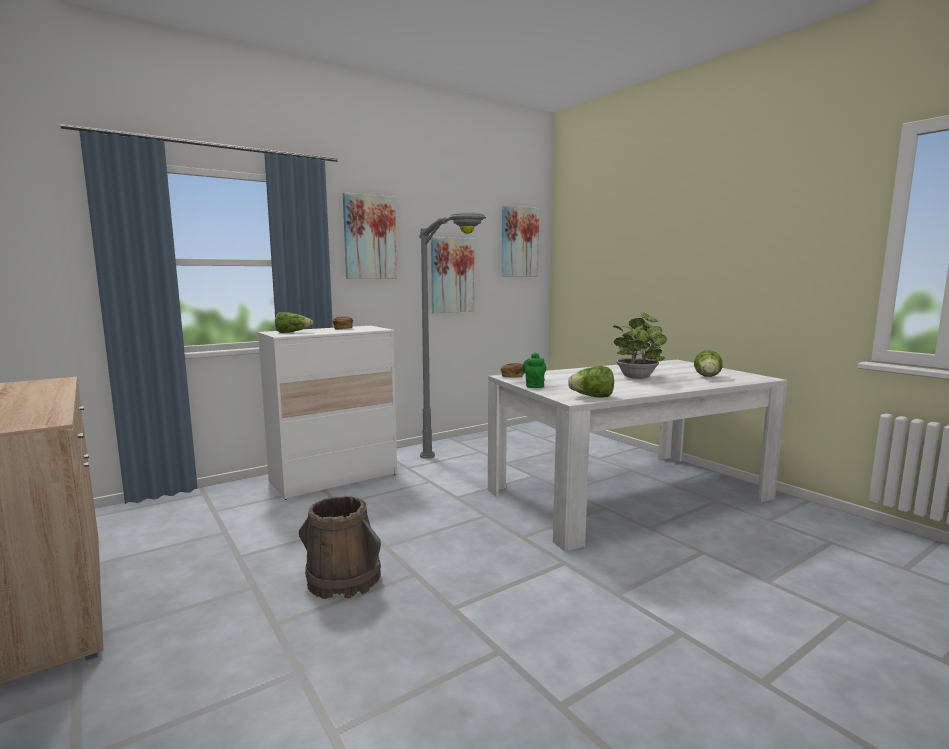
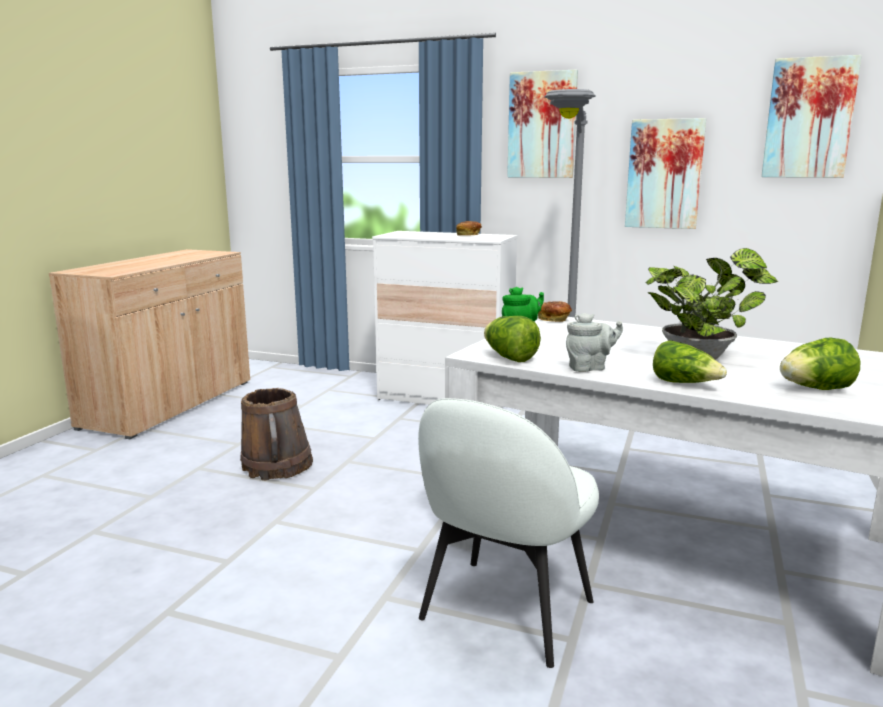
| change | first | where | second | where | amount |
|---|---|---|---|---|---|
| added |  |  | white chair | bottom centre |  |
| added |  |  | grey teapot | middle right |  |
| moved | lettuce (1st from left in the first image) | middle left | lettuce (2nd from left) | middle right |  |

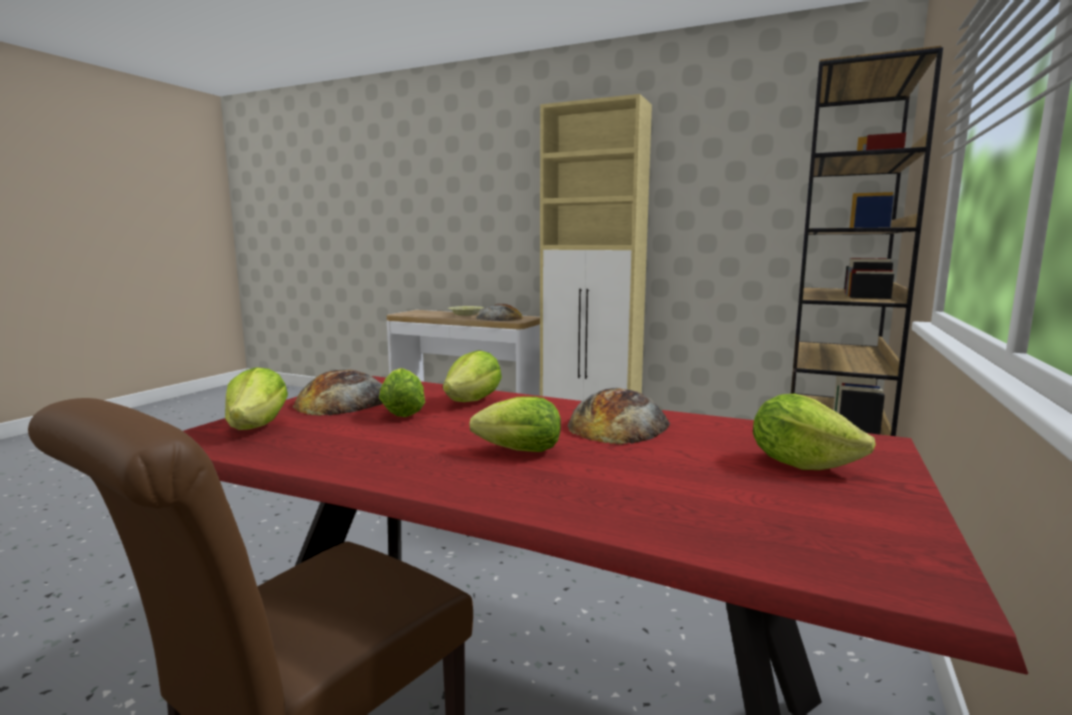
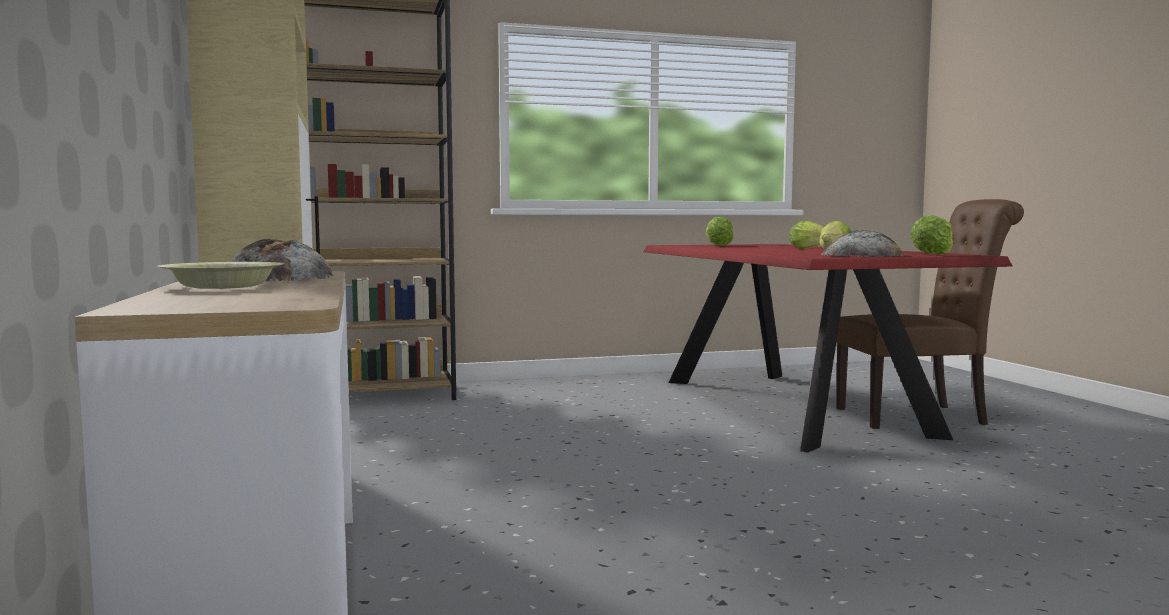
| change | first | where | second | where | amount |
|---|---|---|---|---|---|
| removed | lettuce (3rd from left) | centre |  |  |  |
| removed | bread (3rd from left) | centre |  |  |  |

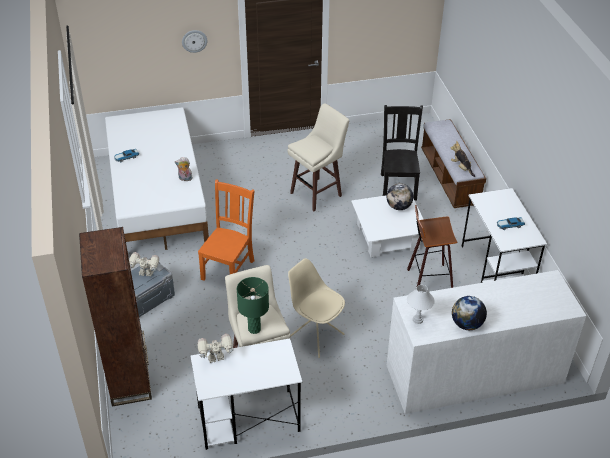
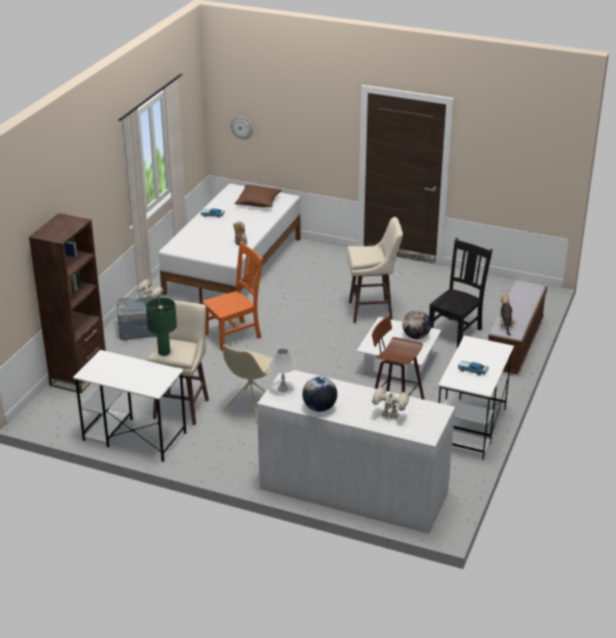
| change | first | where | second | where | amount |
|---|---|---|---|---|---|
| added |  |  | brown pillow | top centre |  |
| moved | wall clock | top left |  | top centre |  |
| moved | toy robot (2nd from left) | bottom centre |  | centre |  |
| turned | beige chair | bottom centre |  | centre | 135 degrees counterclockwise |

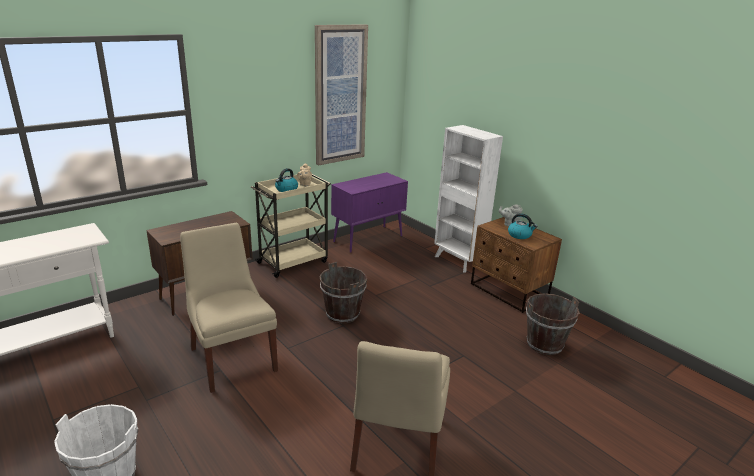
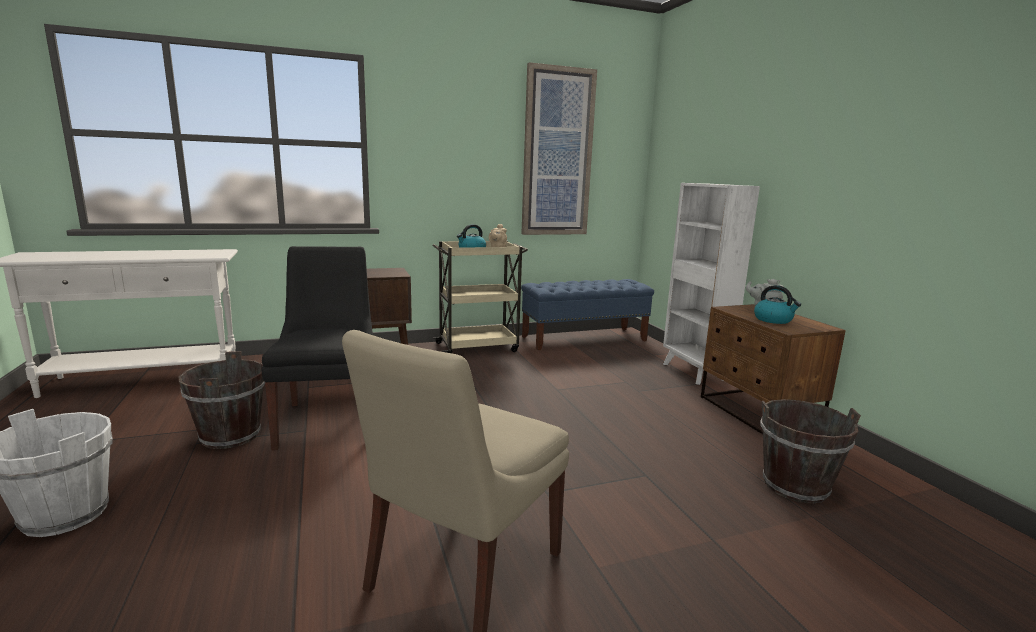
| change | first | where | second | where | amount |
|---|---|---|---|---|---|
| moved | brown bucket (1st from left) | centre |  | middle left |  |
| replaced | purple cabinet | centre | blue bench | centre |  |
| recoloured | beige chair (1st from left) | middle left | black chair | middle left |  |

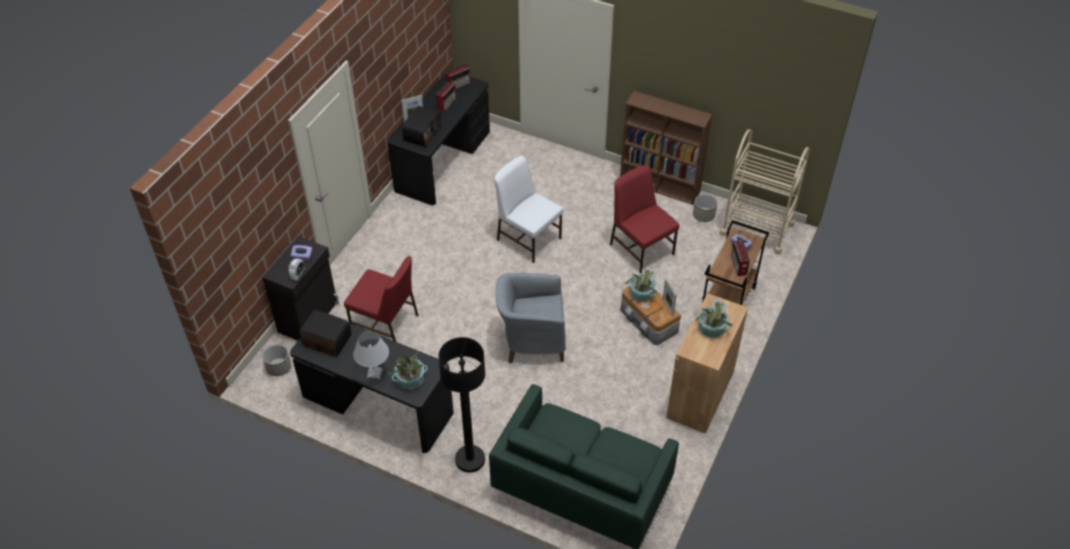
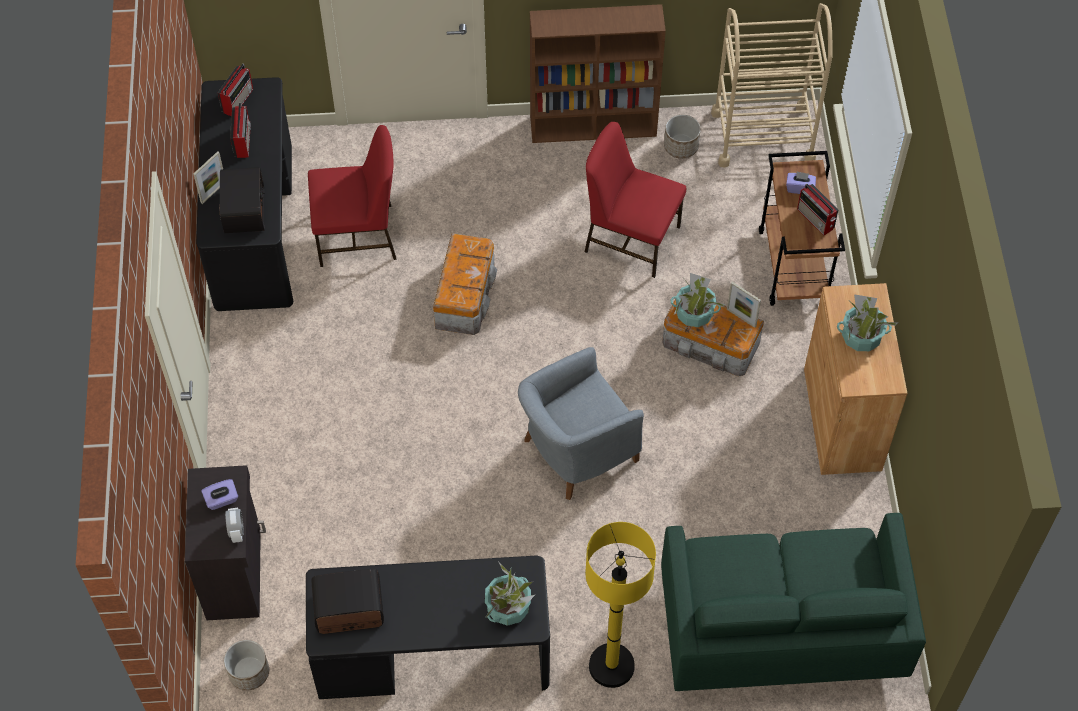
| change | first | where | second | where | amount |
|---|---|---|---|---|---|
| removed | white table lamp | centre |  |  |  |
| moved | red chair (1st from left) | centre |  | top left |  |
| replaced | white chair | centre | storage box (1st from left) | centre |  |
| recoloured | black floor lamp | bottom centre | yellow floor lamp | bottom centre |  |

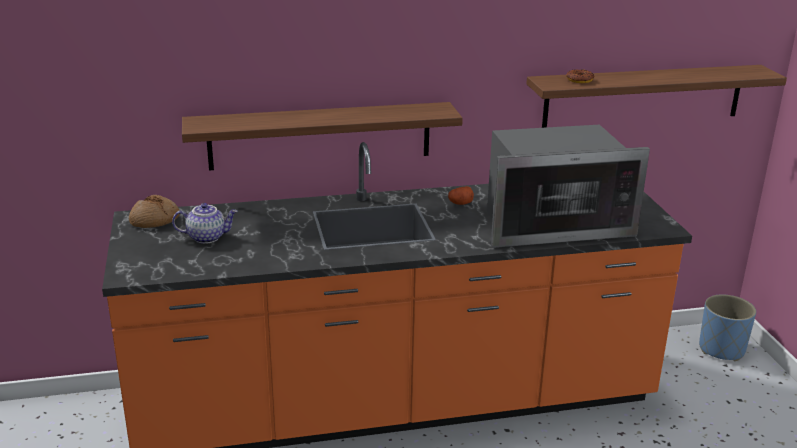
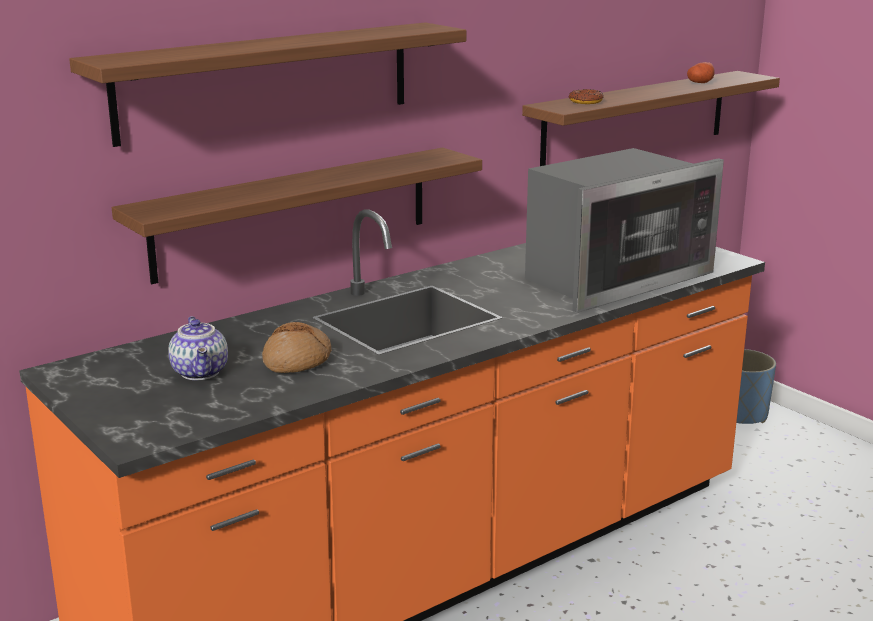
| change | first | where | second | where | amount |
|---|---|---|---|---|---|
| added |  |  | shelf (1st from left) | top left |  |
| moved | bread | middle left |  | centre |  |
| moved | potato | centre |  | top right |  |
| turned | teapot | middle left |  | middle left | 105 degrees clockwise |

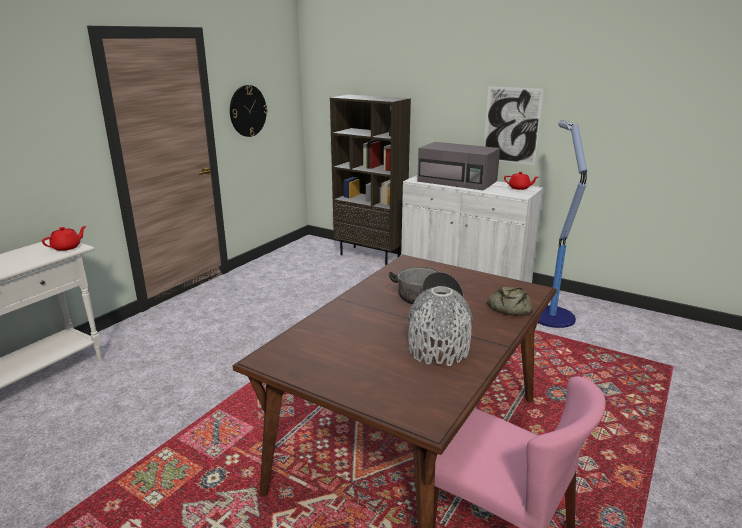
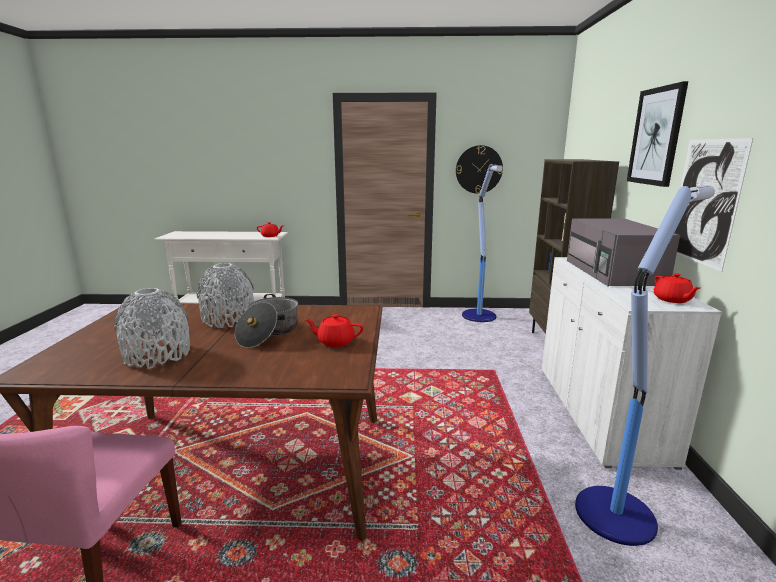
| change | first | where | second | where | amount |
|---|---|---|---|---|---|
| removed | bread | middle right |  |  |  |
| added |  |  | grey vase (2nd from left) | middle left |  |
| added |  |  | red teapot (2nd from left) | centre |  |
| added |  |  | floor lamp (1st from left) | centre |  |
| added |  |  | picture (1st from left) | top right |  |

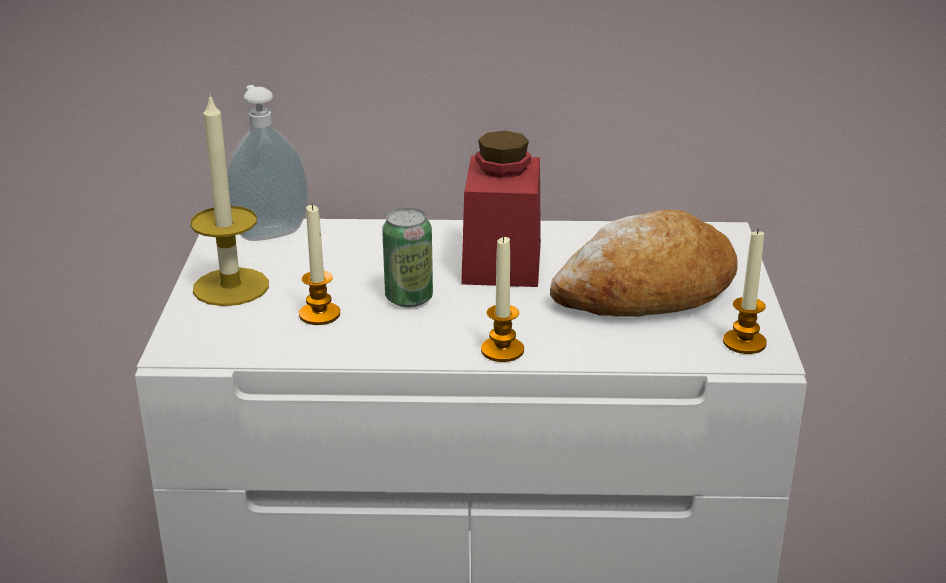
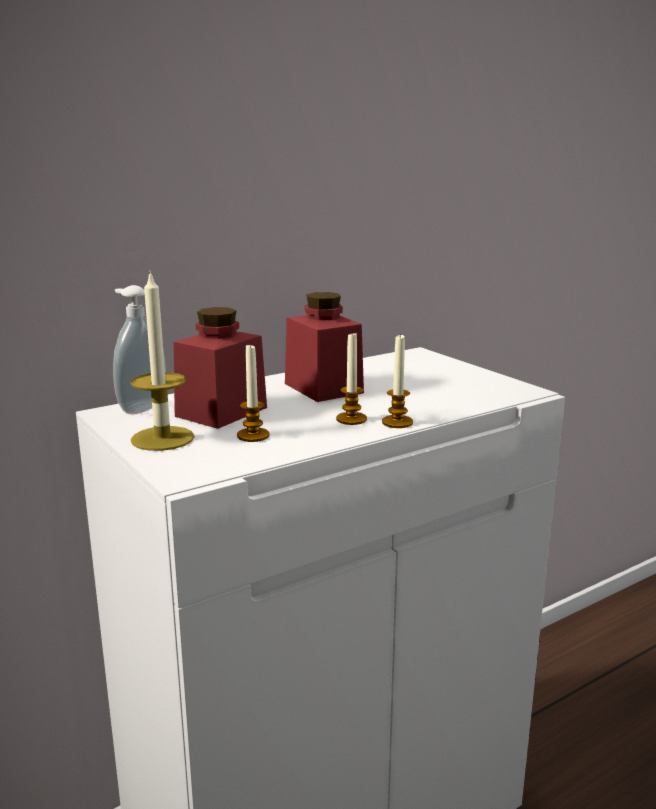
| change | first | where | second | where | amount |
|---|---|---|---|---|---|
| removed | can | centre |  |  |  |
| removed | bread | middle right |  |  |  |
| added |  |  | red jar (1st from left) | centre |  |
| moved | candle (4th from left in the first image) | middle right | candle (3rd from left) | centre |  |

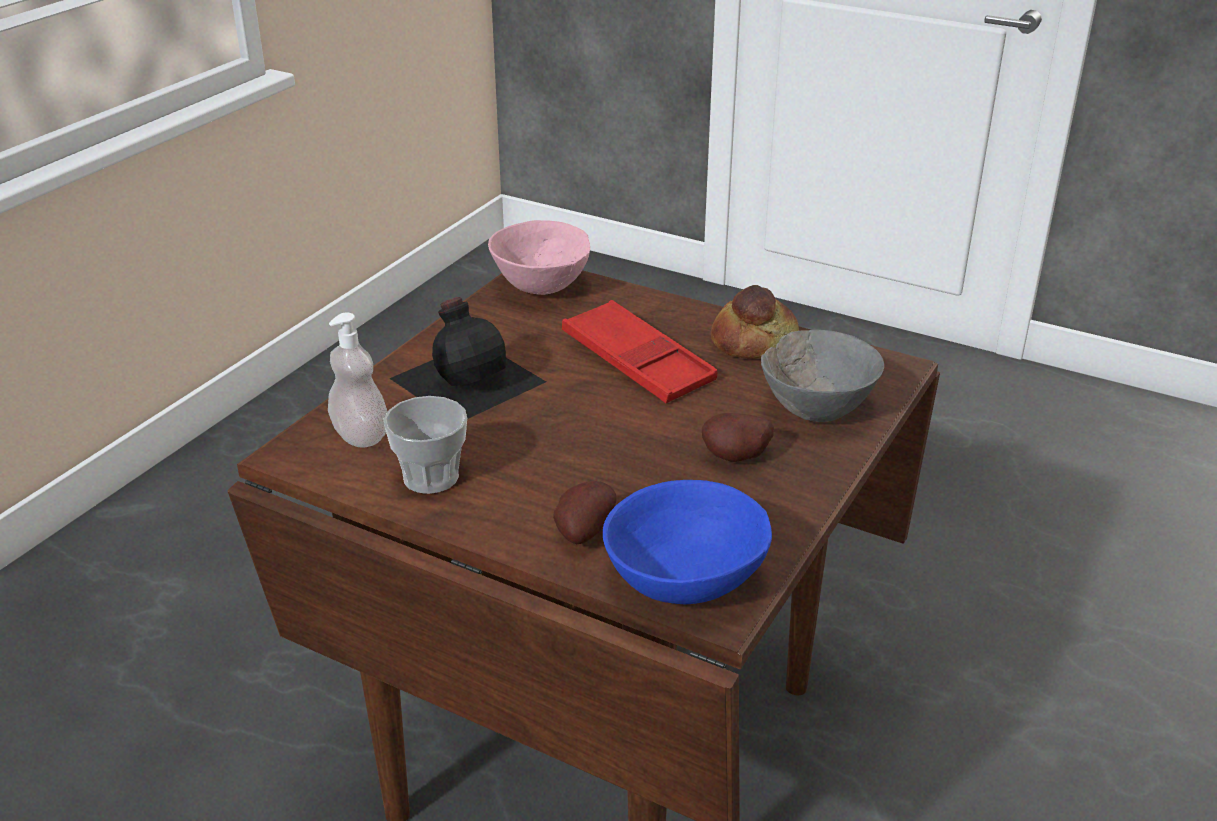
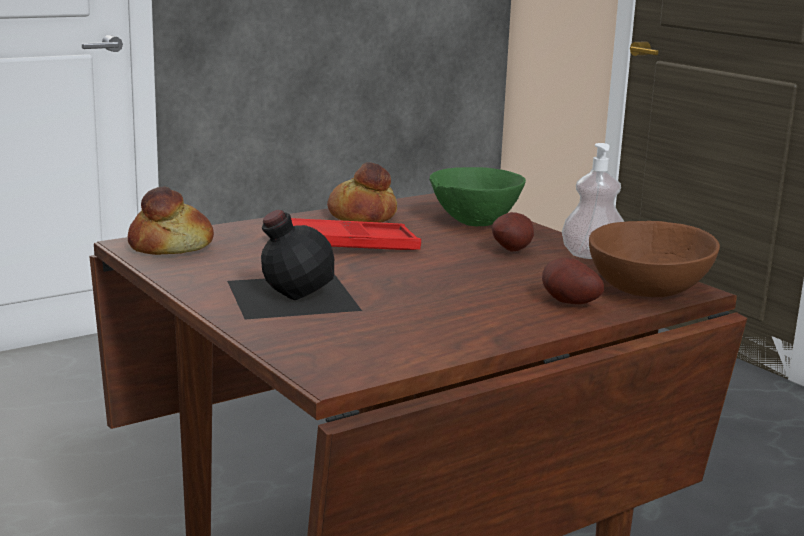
| change | first | where | second | where | amount |
|---|---|---|---|---|---|
| removed | cup | centre |  |  |  |
| moved | soap dispenser | middle left |  | middle right |  |
| replaced | pink bowl | top centre | bread (1st from left) | middle left |  |
| recoloured | blue bowl | centre | brown bowl | middle right |  |
| recoloured | grey bowl | middle right | green bowl | centre |  |

